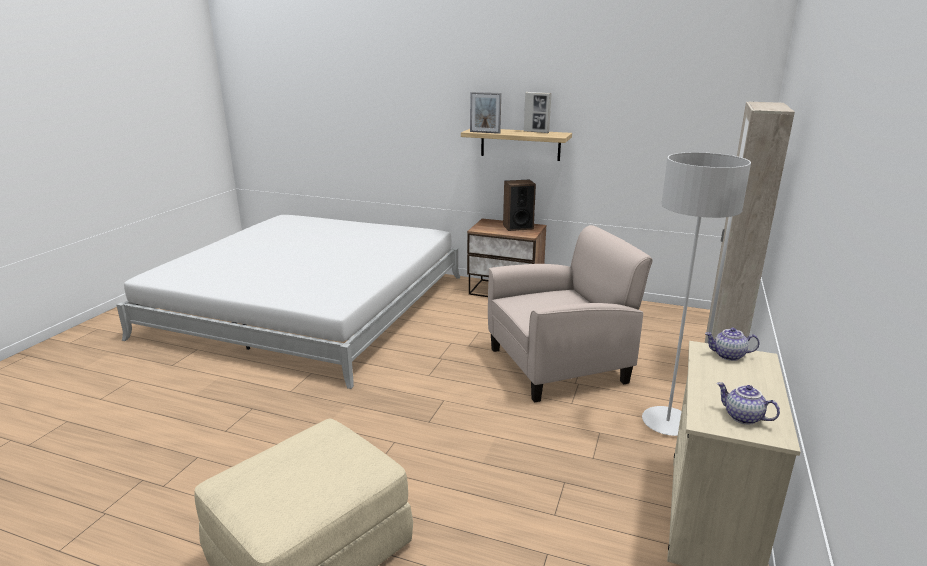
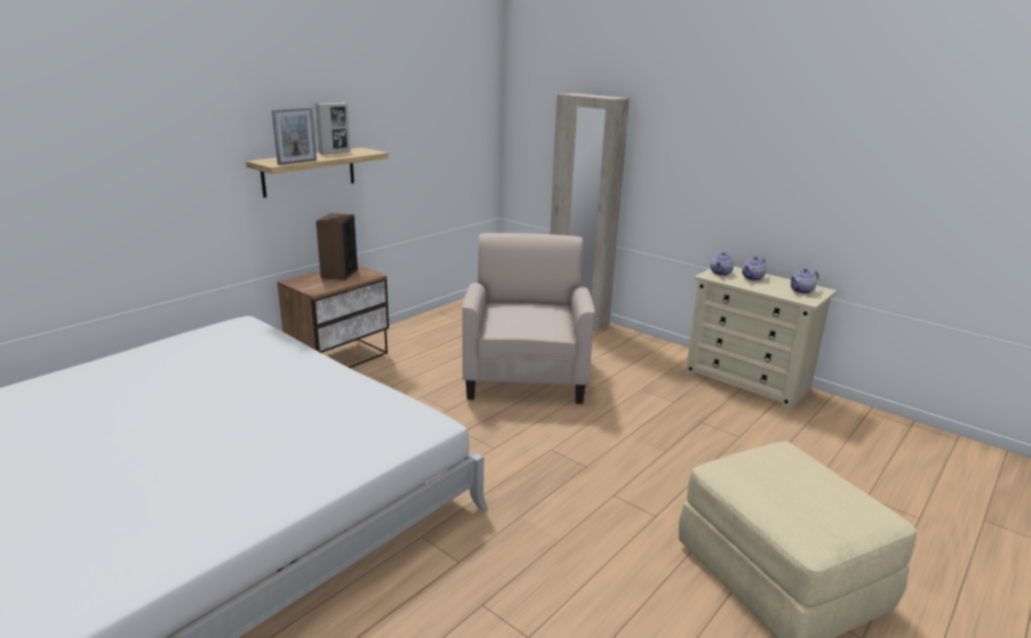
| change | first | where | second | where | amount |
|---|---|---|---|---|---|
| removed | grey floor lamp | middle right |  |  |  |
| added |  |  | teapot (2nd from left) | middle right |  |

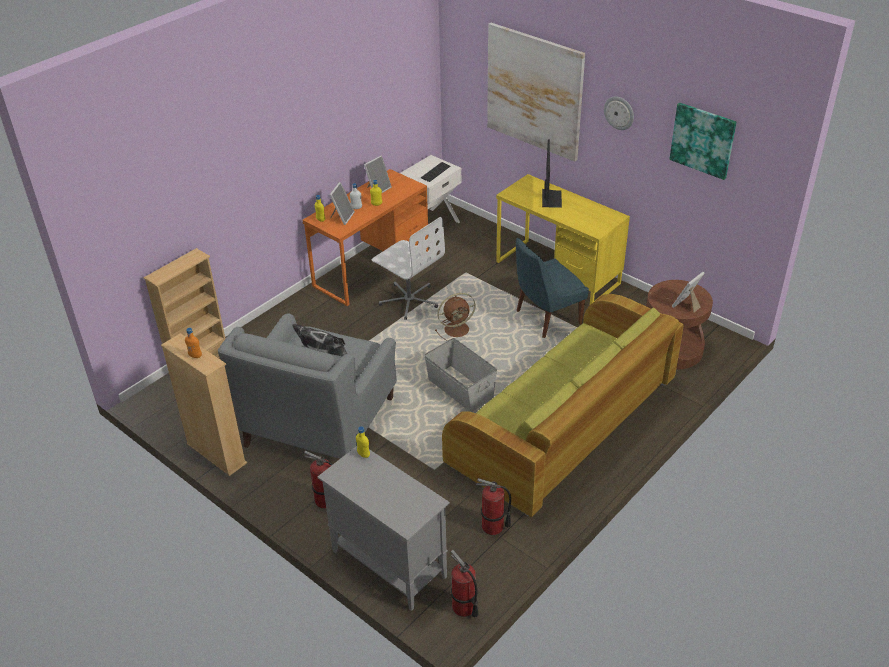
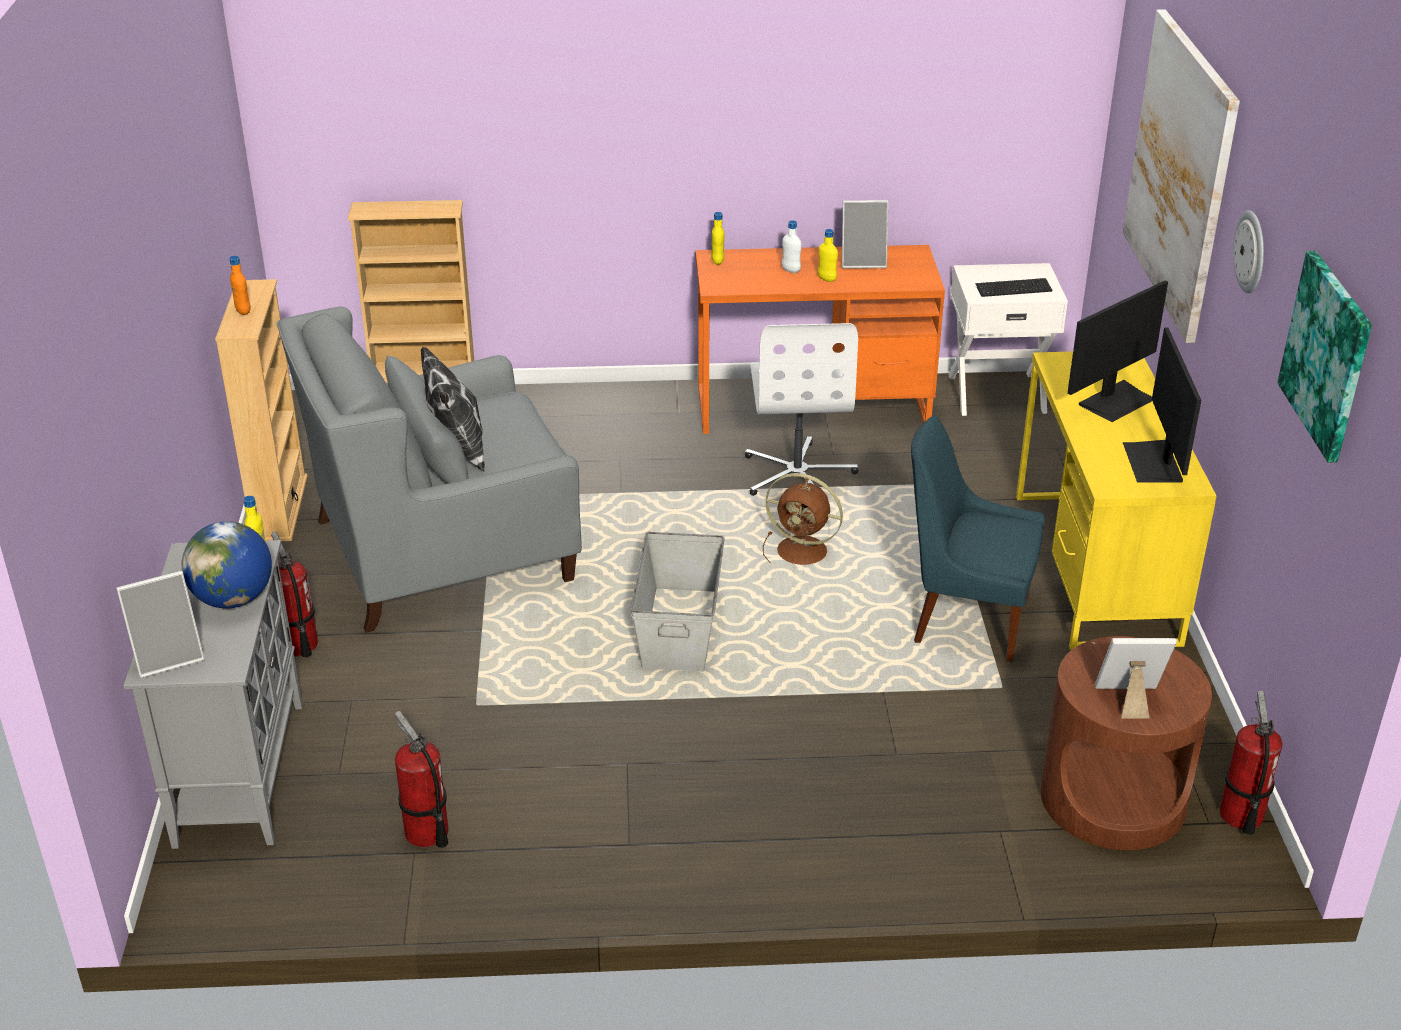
| change | first | where | second | where | amount |
|---|---|---|---|---|---|
| removed | green sofa | centre |  |  |  |
| added |  |  | globe | middle left |  |
| added |  |  | monitor (2nd from left) | middle right |  |
| moved | picture frame (1st from left) | top centre |  | middle left |  |
| moved | fire extinguisher (2nd from left in the first image) | bottom centre | fire extinguisher (3rd from left) | bottom right |  |

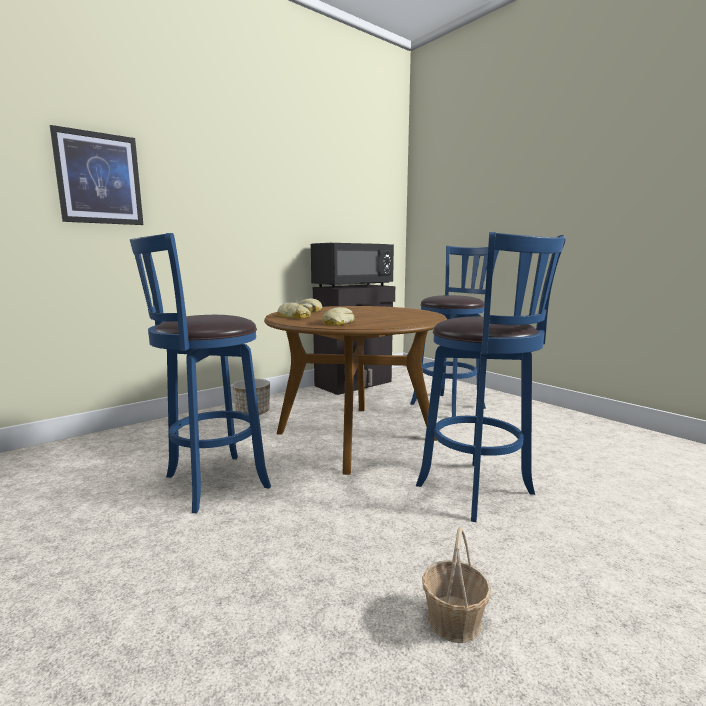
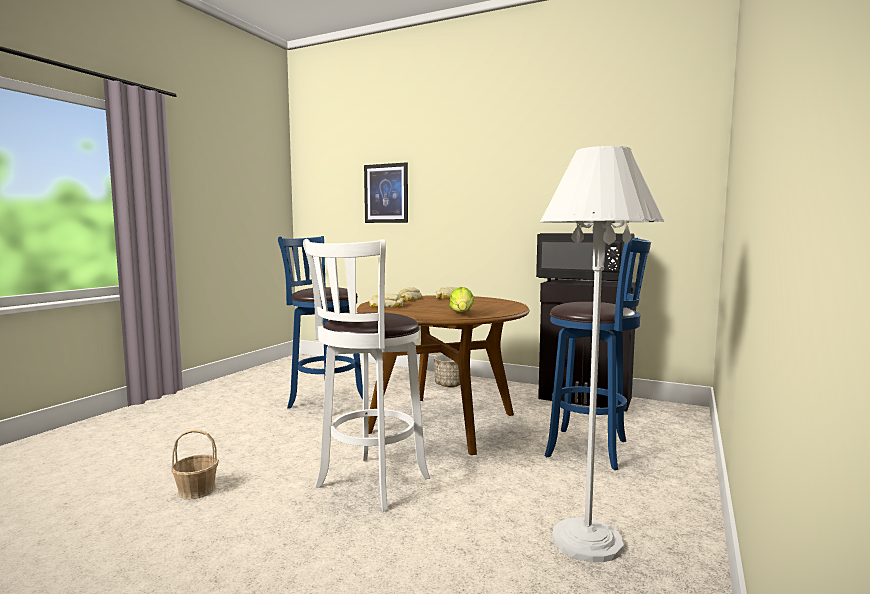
| change | first | where | second | where | amount |
|---|---|---|---|---|---|
| added |  |  | lettuce | centre |  |
| added |  |  | white floor lamp | middle right |  |
| recoloured | blue stool (3rd from left) | middle right | white stool | centre |  |

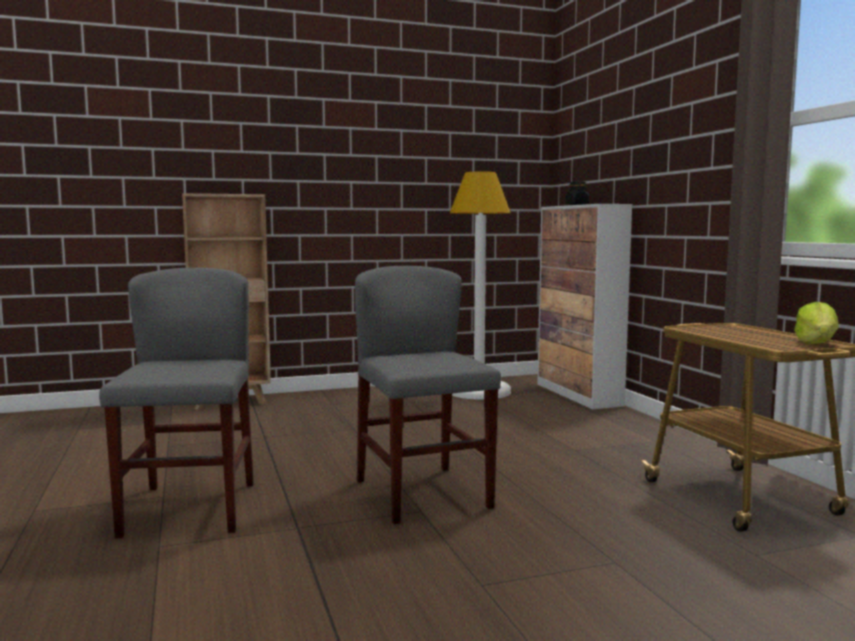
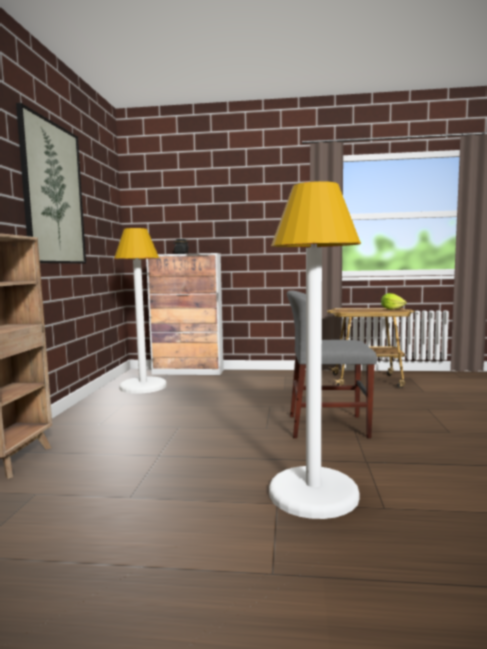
| change | first | where | second | where | amount |
|---|---|---|---|---|---|
| added |  |  | picture | top left |  |
| replaced | grey chair (1st from left) | middle left | white floor lamp (2nd from left) | centre |  |

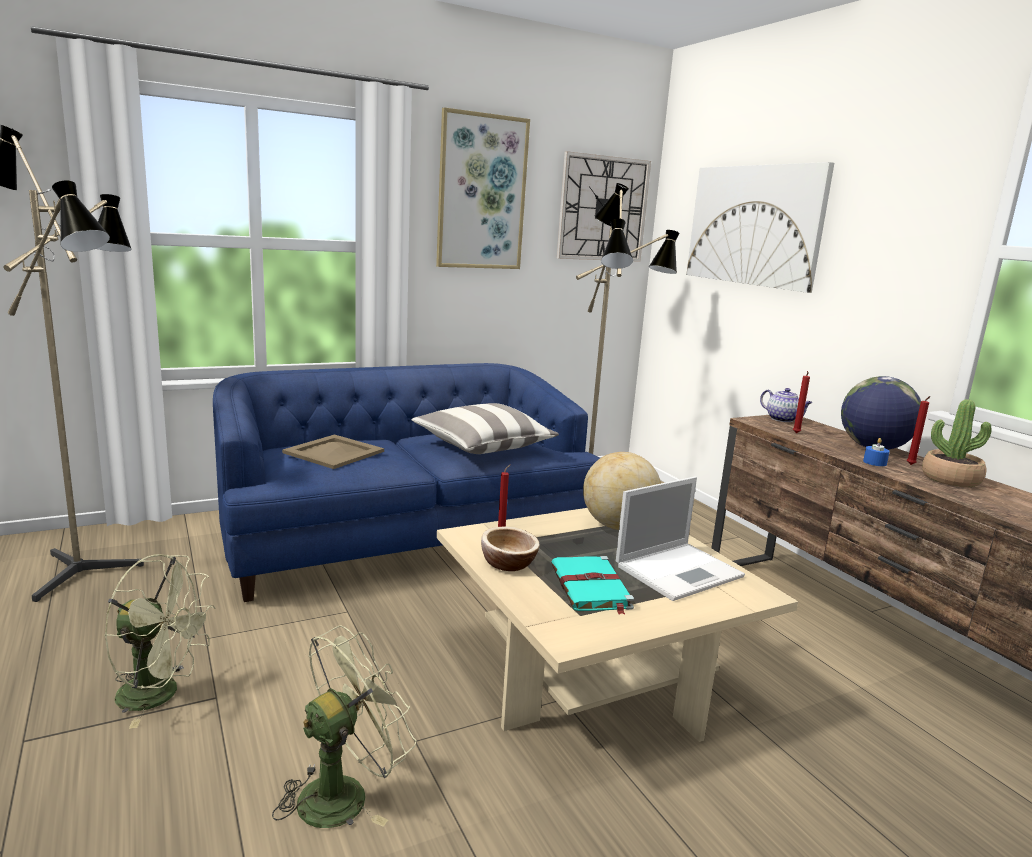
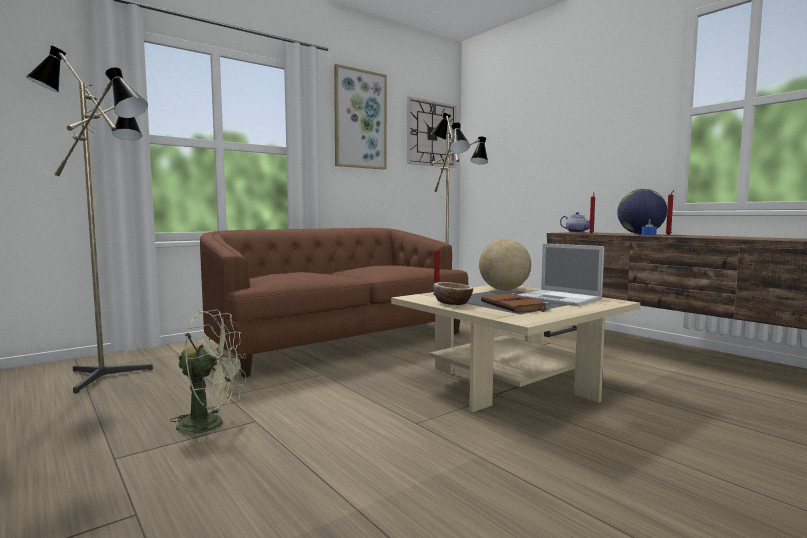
| change | first | where | second | where | amount |
|---|---|---|---|---|---|
| removed | green fan (2nd from left) | bottom centre |  |  |  |
| removed | beige tray | middle left |  |  |  |
| removed | pillow | centre |  |  |  |
| removed | picture (2nd from left) | top right |  |  |  |
| removed | potted plant | middle right |  |  |  |
| recoloured | blue sofa | centre | brown sofa | centre |  |
| recoloured | turquoise book | bottom centre | brown book | centre |  |
| turned | laptop | centre |  | middle right | 90 degrees clockwise |

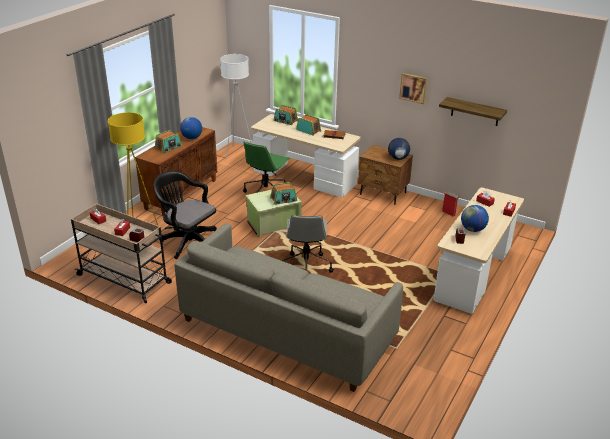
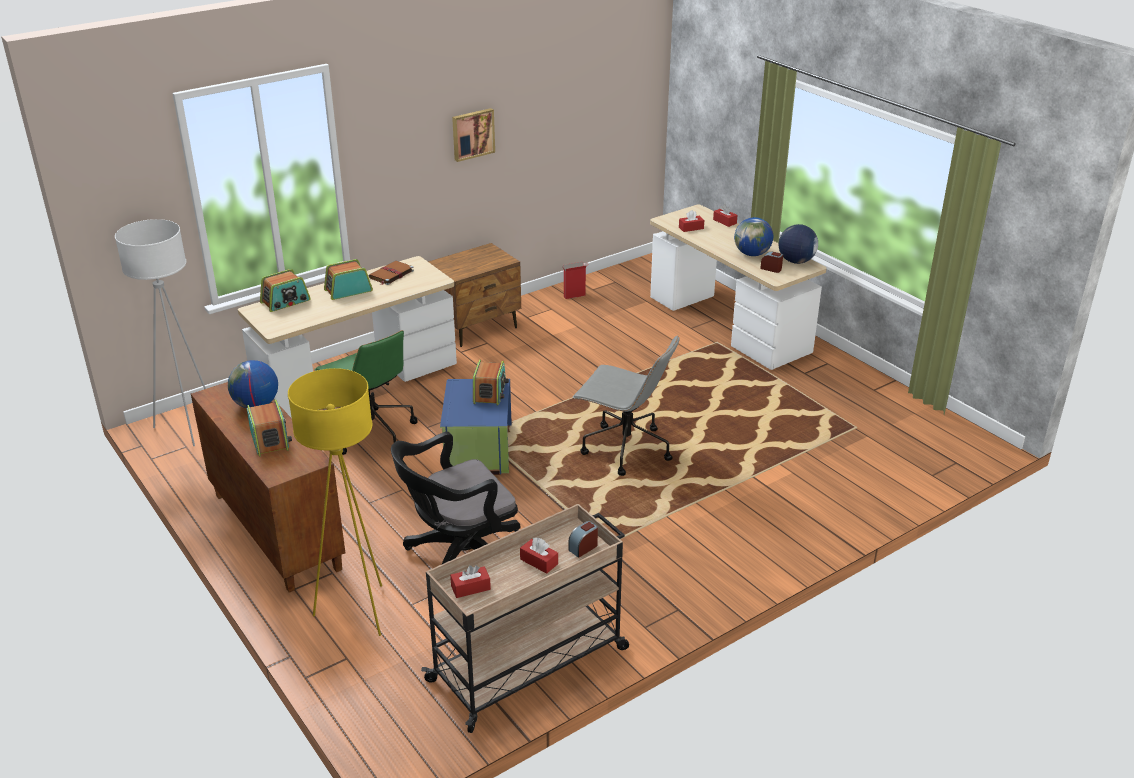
| change | first | where | second | where | amount |
|---|---|---|---|---|---|
| removed | grey sofa | bottom centre |  |  |  |
| removed | shelf | top right |  |  |  |
| moved | globe (2nd from left in the first image) | centre | globe (3rd from left) | top right |  |
| recoloured | green storage box | centre | blue storage box | centre |  |

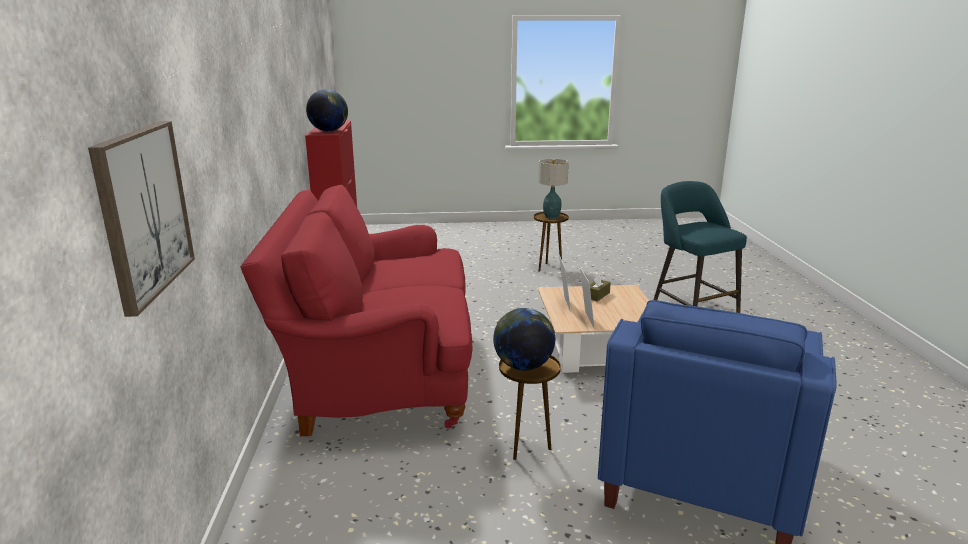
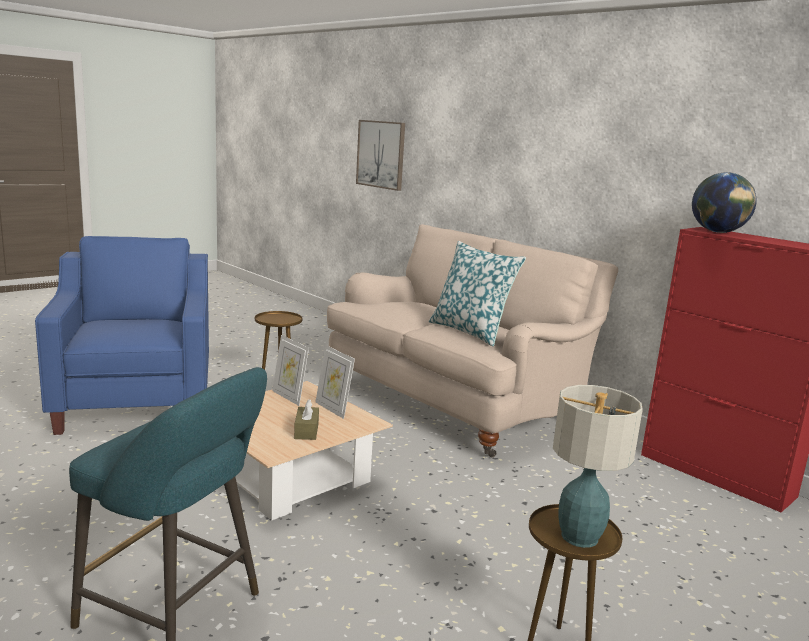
| change | first | where | second | where | amount |
|---|---|---|---|---|---|
| removed | globe (2nd from left) | centre |  |  |  |
| added |  |  | pillow | centre |  |
| recoloured | red sofa | centre | beige sofa | centre |  |

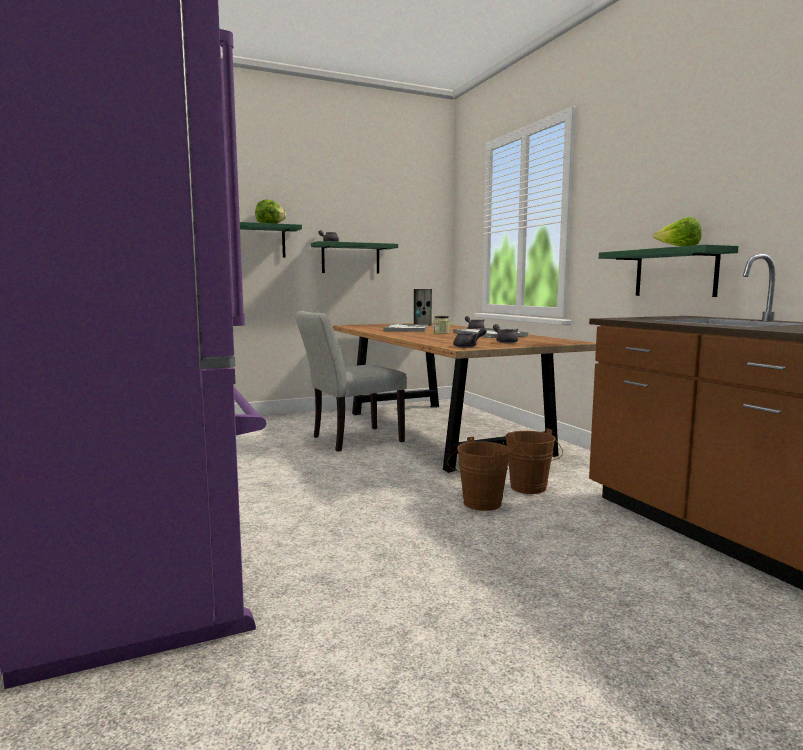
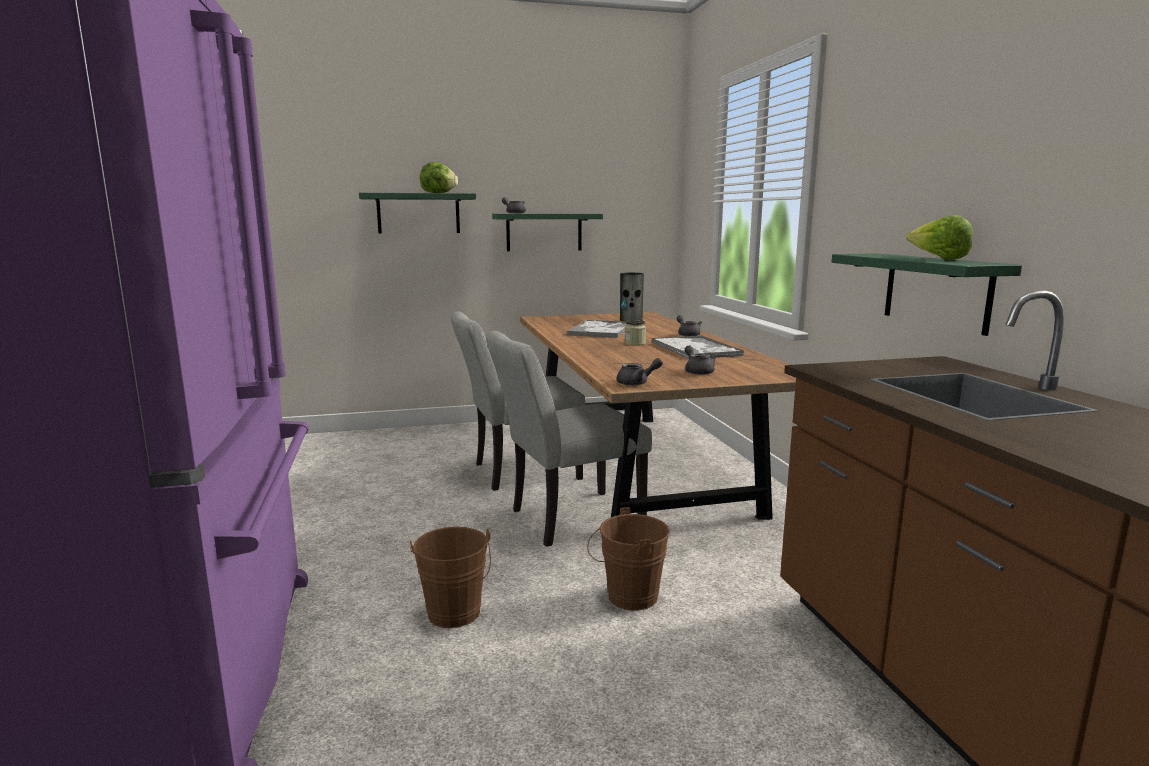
| change | first | where | second | where | amount |
|---|---|---|---|---|---|
| added |  |  | grey chair (2nd from left) | centre |  |
| moved | brown bucket (2nd from left in the first image) | centre | brown bucket (1st from left) | bottom centre |  |

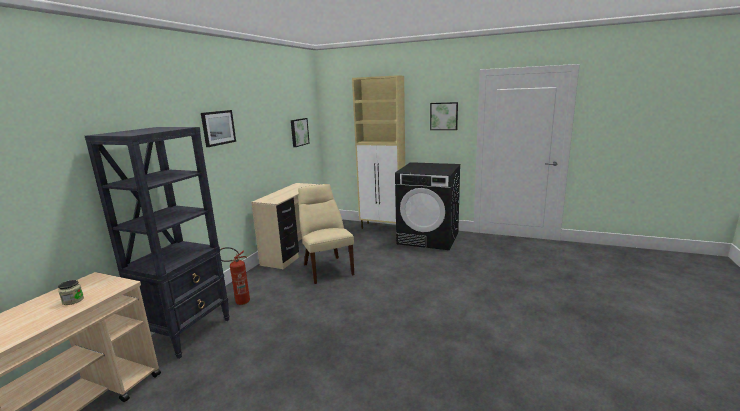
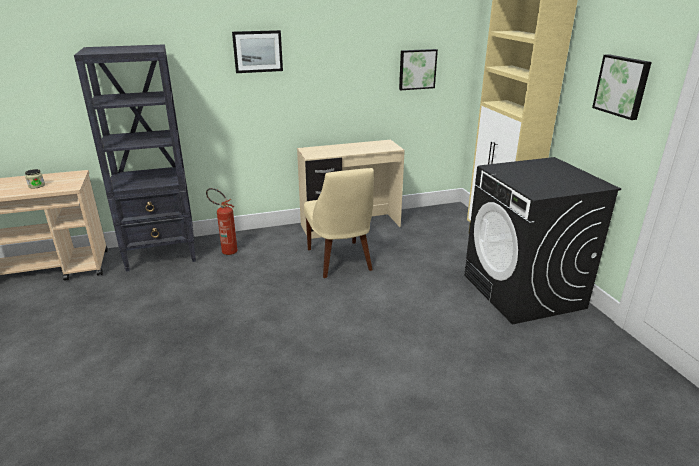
| change | first | where | second | where | amount |
|---|---|---|---|---|---|
| turned | beige chair | centre |  | centre | 135 degrees clockwise |

